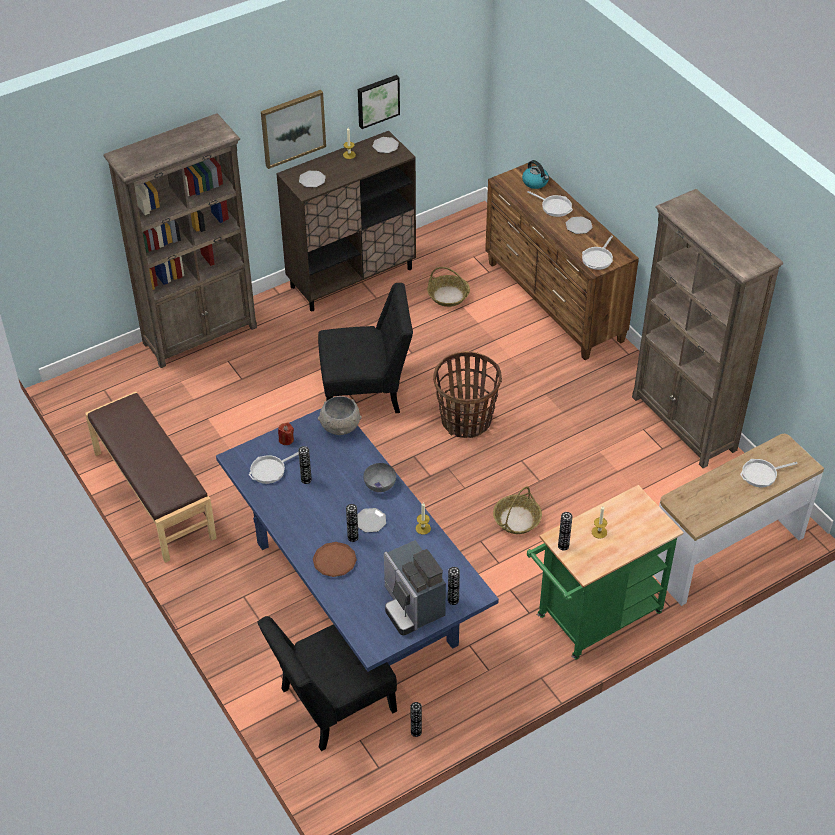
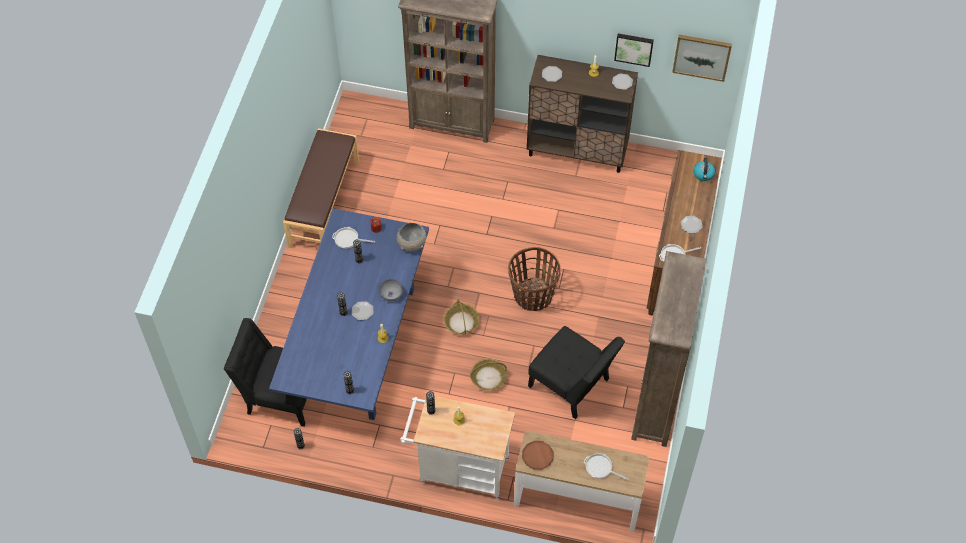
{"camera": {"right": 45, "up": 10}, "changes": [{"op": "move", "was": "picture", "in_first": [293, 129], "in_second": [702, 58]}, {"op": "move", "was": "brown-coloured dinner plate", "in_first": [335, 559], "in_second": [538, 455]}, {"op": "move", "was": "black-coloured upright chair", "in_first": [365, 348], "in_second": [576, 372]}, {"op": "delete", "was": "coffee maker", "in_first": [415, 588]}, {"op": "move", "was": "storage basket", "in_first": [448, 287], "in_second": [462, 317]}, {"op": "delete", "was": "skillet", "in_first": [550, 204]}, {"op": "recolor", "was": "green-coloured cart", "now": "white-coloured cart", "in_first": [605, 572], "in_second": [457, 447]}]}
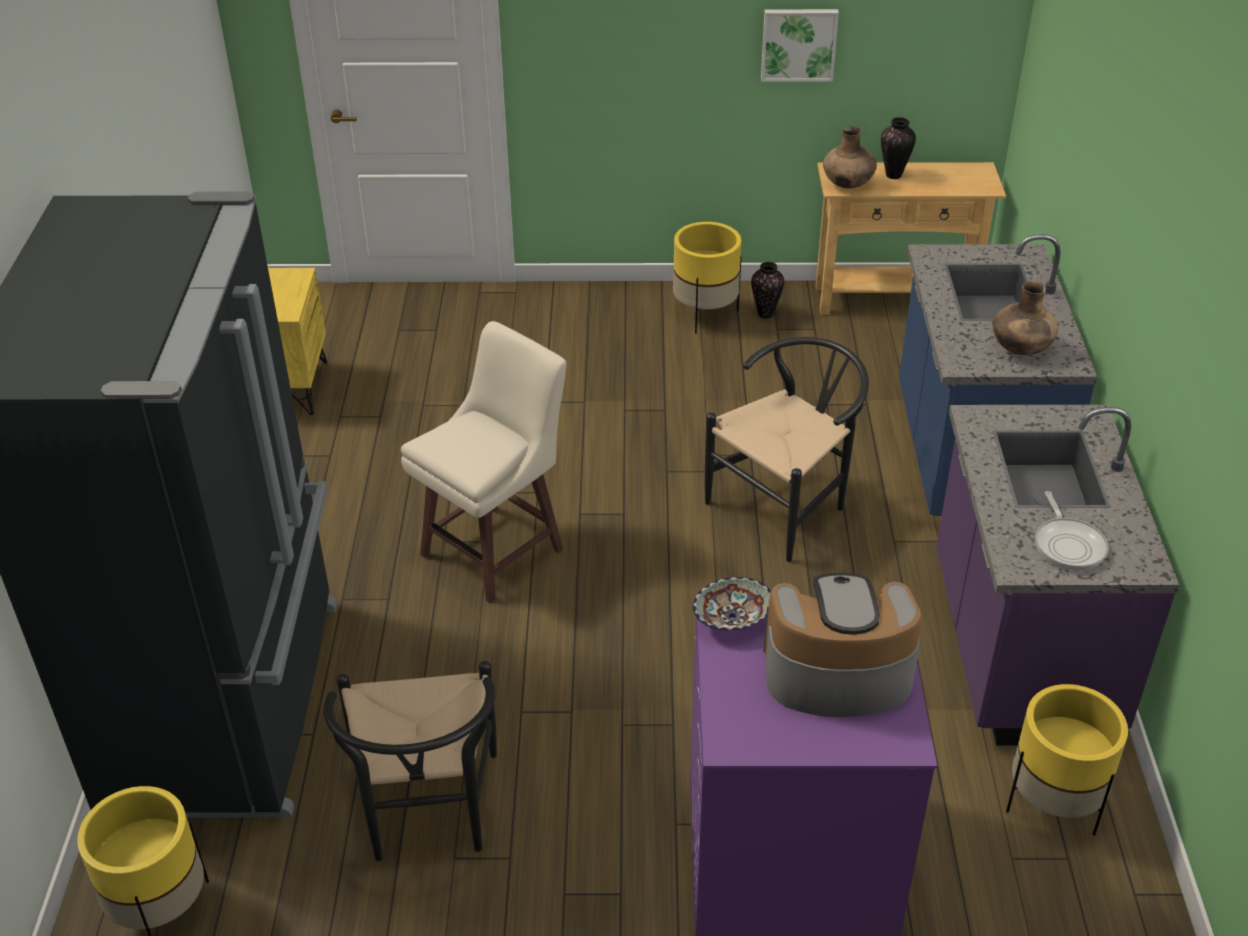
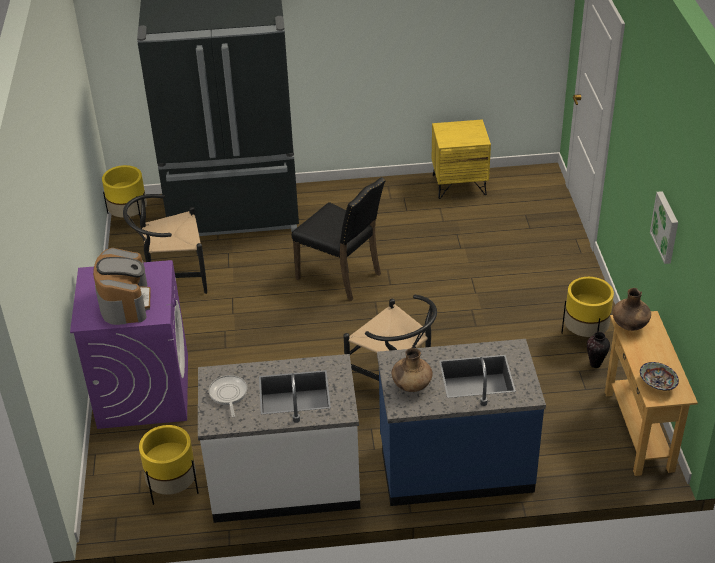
{"camera": {"right": 85, "up": 0}, "changes": [{"op": "replace", "was": "beige-coloured stool seat", "now": "black-coloured upright chair", "in_first": [484, 462], "in_second": [339, 239]}, {"op": "move", "was": "deep dish", "in_first": [732, 604], "in_second": [659, 376]}, {"op": "delete", "was": "decorative vase", "in_first": [898, 148]}, {"op": "recolor", "was": "purple-coloured kitchen base unit", "now": "white-coloured kitchen base unit", "in_first": [1057, 575], "in_second": [279, 438]}, {"op": "rotate", "was": "skillet", "in_first": [1072, 531], "in_second": [228, 396], "clockwise": 90}]}
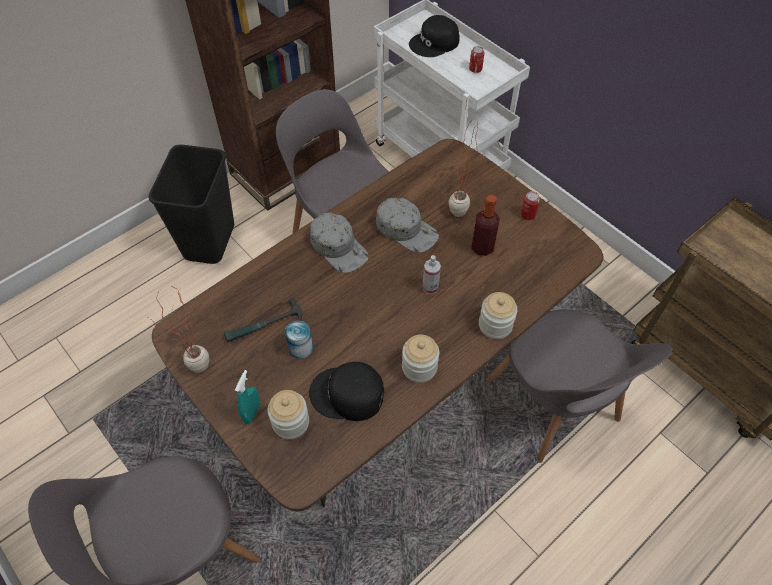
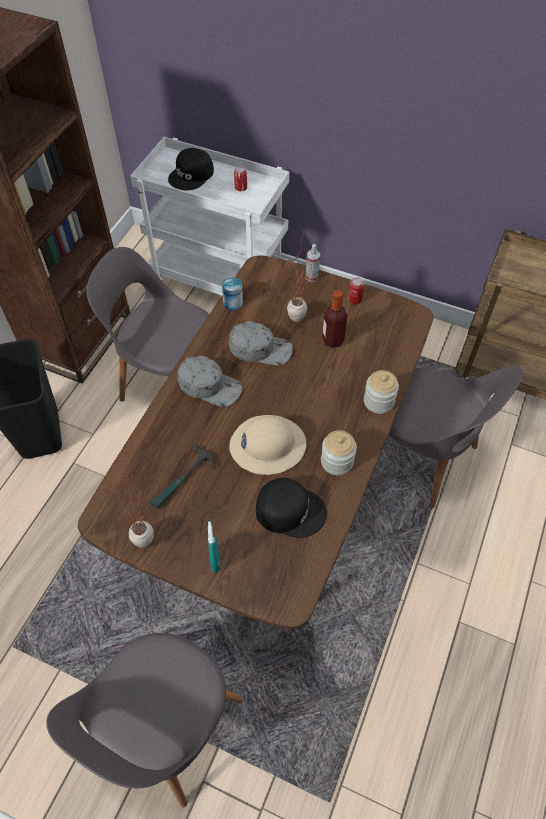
{"camera": {"right": -25, "up": 0}, "changes": [{"op": "delete", "was": "storage jar", "in_first": [288, 415]}, {"op": "move", "was": "metal can", "in_first": [299, 340], "in_second": [232, 293]}, {"op": "rotate", "was": "black-coloured peaked cap", "in_first": [346, 391], "in_second": [291, 508], "clockwise": -150}, {"op": "move", "was": "hand sprayer", "in_first": [431, 274], "in_second": [313, 263]}, {"op": "insert", "now": "beige-coloured hard hat", "in_second": [268, 445]}]}
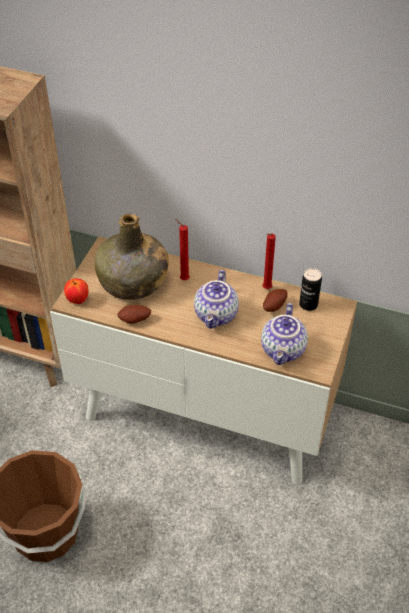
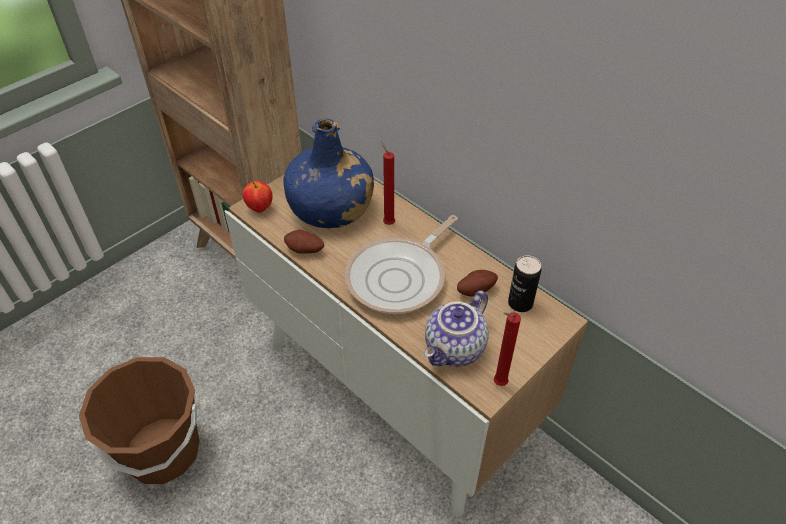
{"camera": {"right": 25, "up": 0}, "changes": [{"op": "recolor", "was": "green-coloured bottle", "now": "blue-coloured bottle", "in_first": [132, 256], "in_second": [328, 173]}, {"op": "replace", "was": "pot for tea", "now": "skillet", "in_first": [216, 299], "in_second": [401, 264]}, {"op": "move", "was": "red wax candle", "in_first": [269, 261], "in_second": [507, 349]}]}
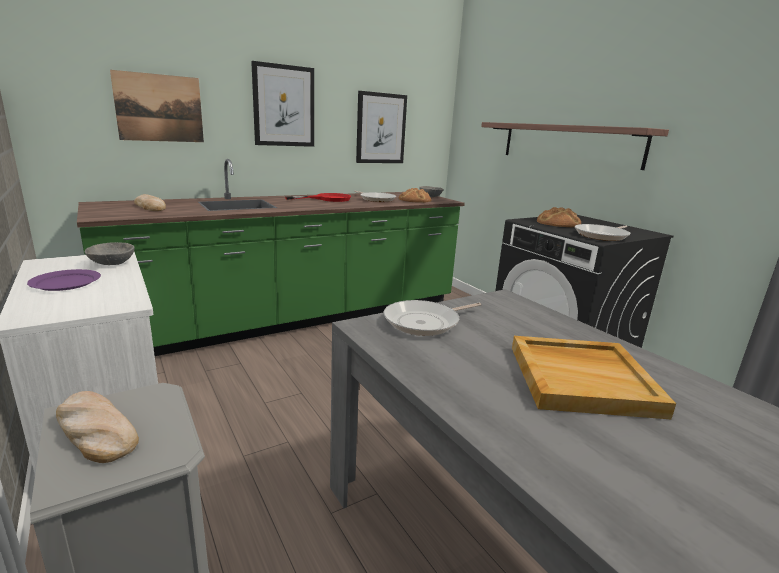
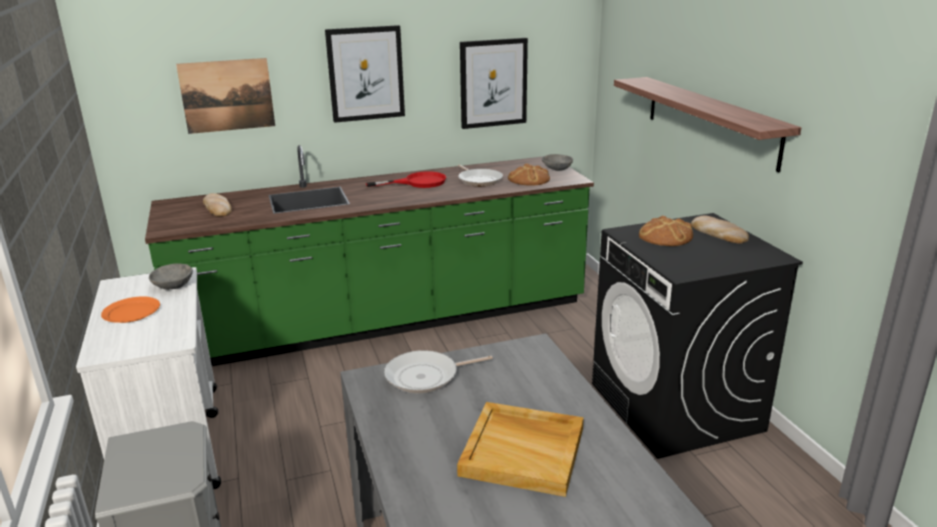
{"camera": {"right": 15, "up": 5}, "changes": [{"op": "recolor", "was": "purple-coloured dinner plate", "now": "orange-coloured dinner plate", "in_first": [64, 280], "in_second": [130, 310]}, {"op": "move", "was": "baked bread", "in_first": [97, 427], "in_second": [720, 229]}, {"op": "delete", "was": "skillet", "in_first": [603, 232]}]}
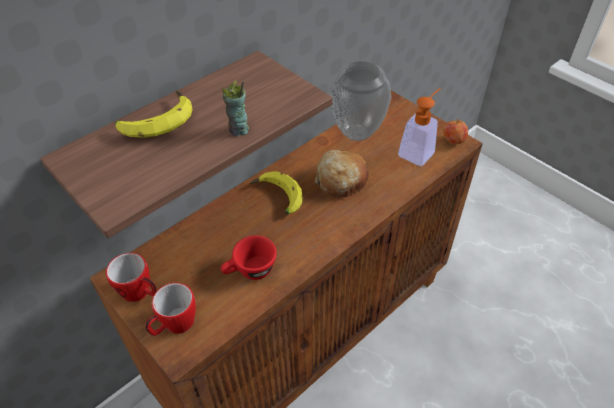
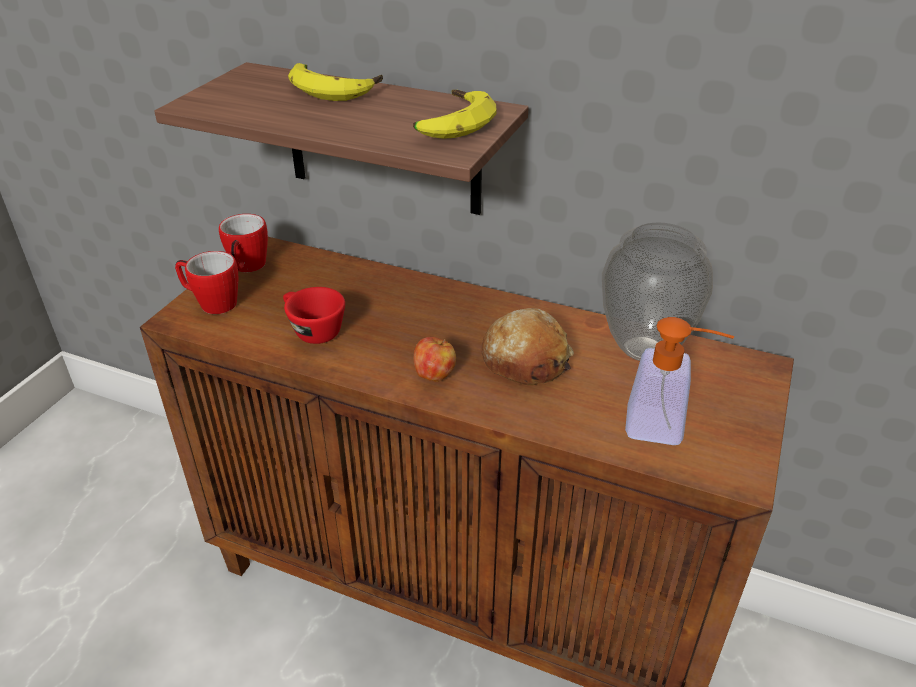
{"camera": {"right": 65, "up": -10}, "changes": [{"op": "delete", "was": "small cup", "in_first": [235, 108]}, {"op": "move", "was": "banana fruit", "in_first": [276, 193], "in_second": [455, 114]}, {"op": "move", "was": "whole apple", "in_first": [455, 131], "in_second": [435, 359]}]}
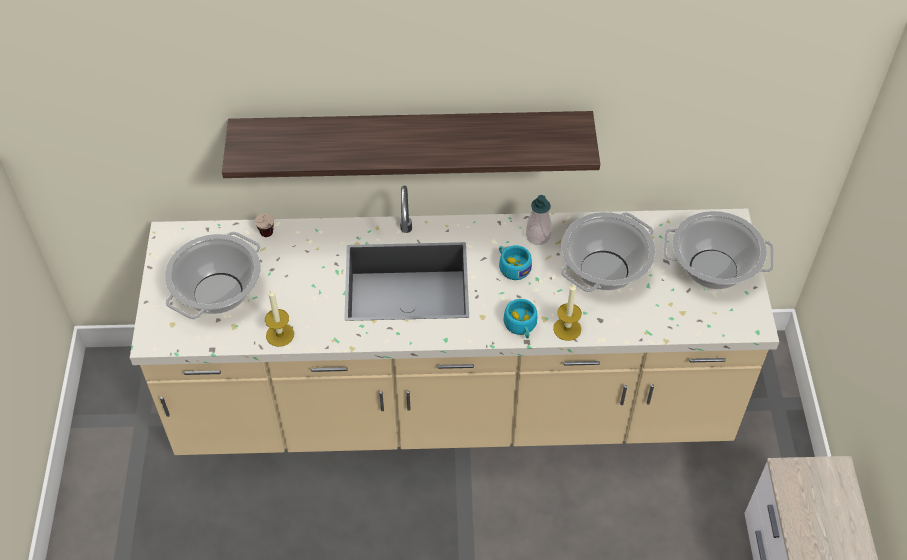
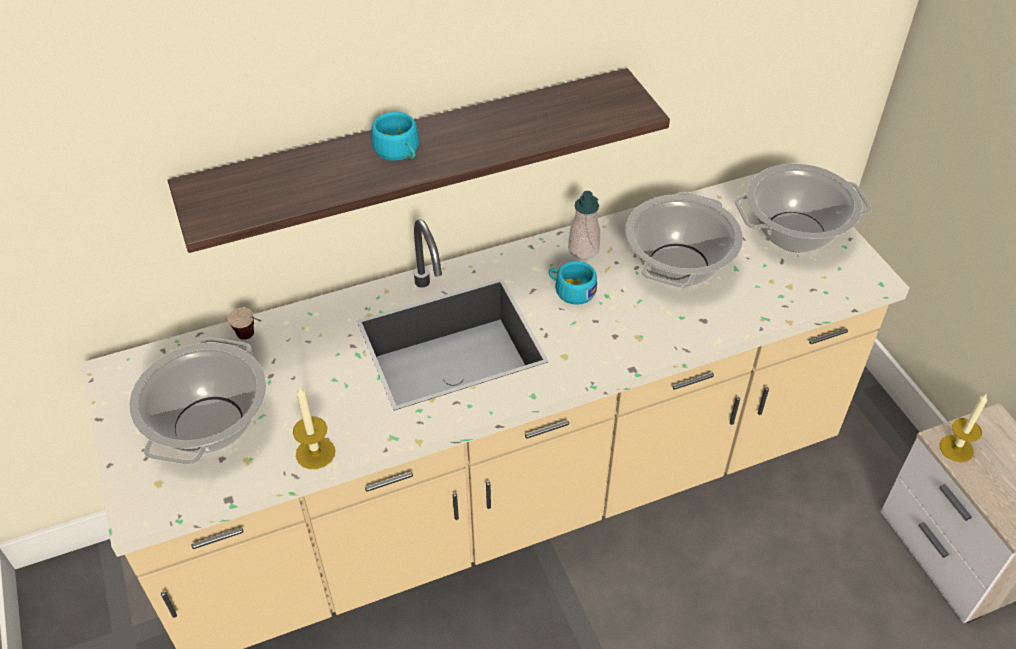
{"camera": {"right": -20, "up": -5}, "changes": [{"op": "move", "was": "blue-green small cup", "in_first": [520, 318], "in_second": [395, 136]}, {"op": "move", "was": "wax candle", "in_first": [567, 312], "in_second": [963, 428]}]}
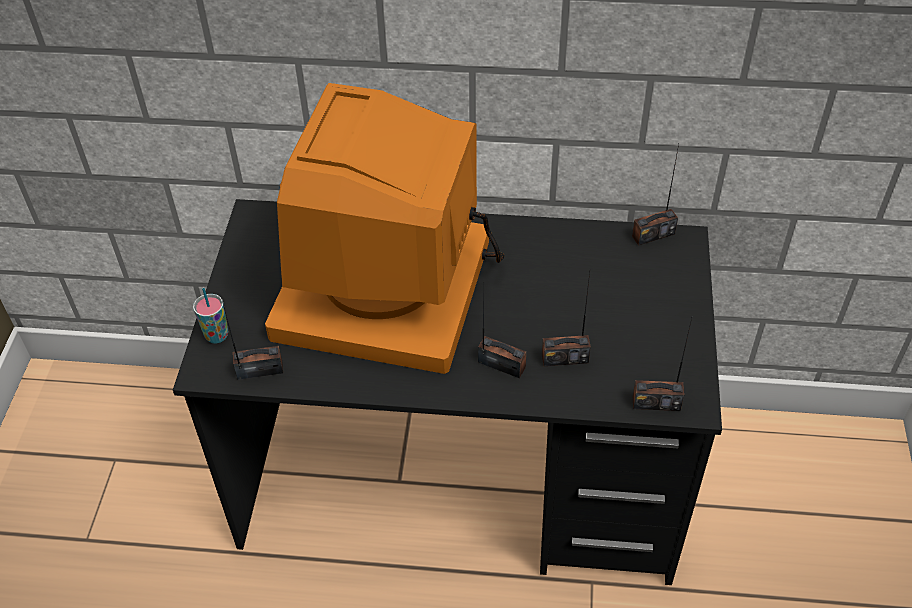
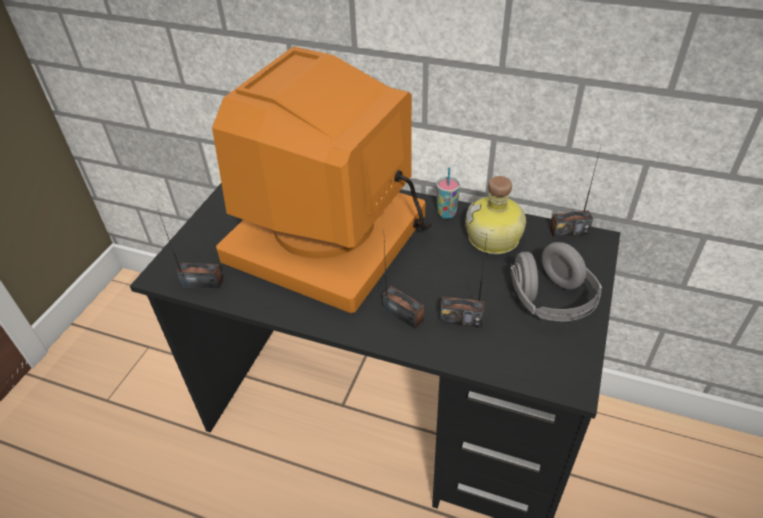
{"camera": {"right": 15, "up": -5}, "changes": [{"op": "move", "was": "small cup", "in_first": [210, 316], "in_second": [448, 193]}, {"op": "delete", "was": "radio", "in_first": [662, 364]}, {"op": "insert", "now": "bottle", "in_second": [495, 215]}, {"op": "insert", "now": "grey pair of headphones", "in_second": [556, 282]}]}
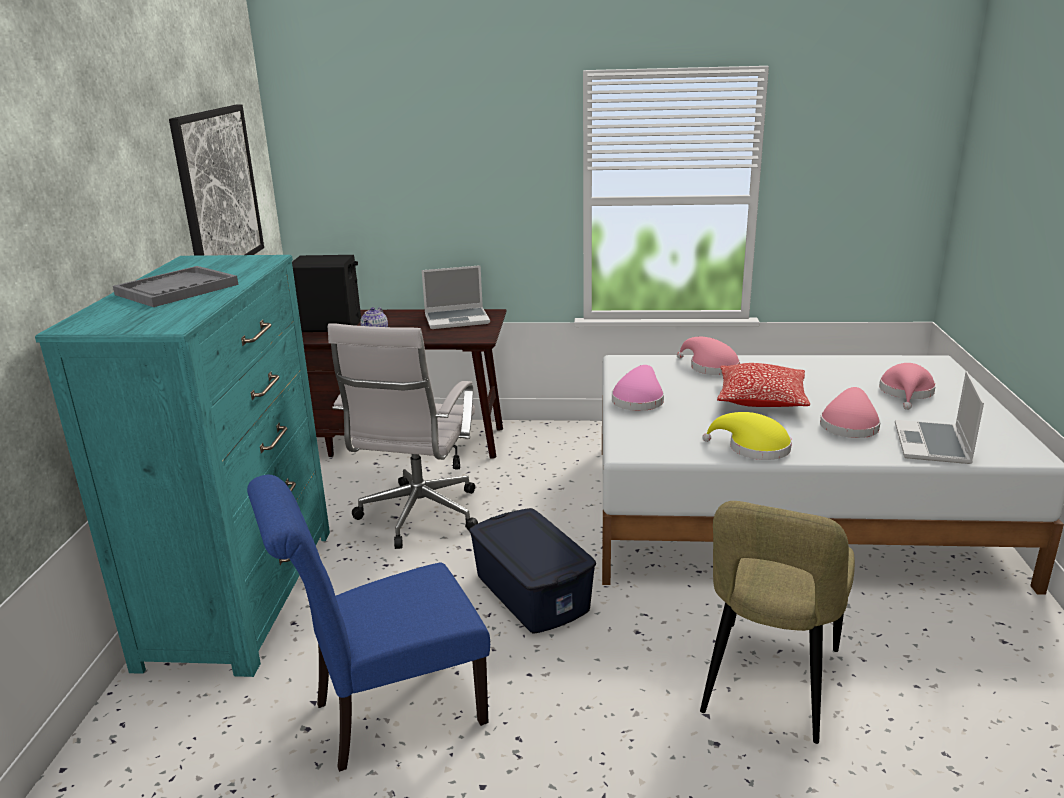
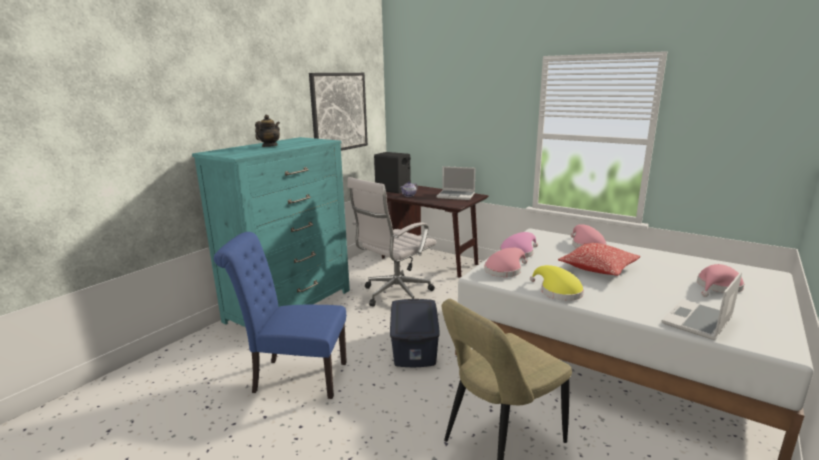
{"camera": {"right": 30, "up": -5}, "changes": [{"op": "replace", "was": "grey serving tray", "now": "pot for tea", "in_first": [175, 286], "in_second": [267, 131]}, {"op": "move", "was": "pink hat", "in_first": [850, 412], "in_second": [505, 262]}]}
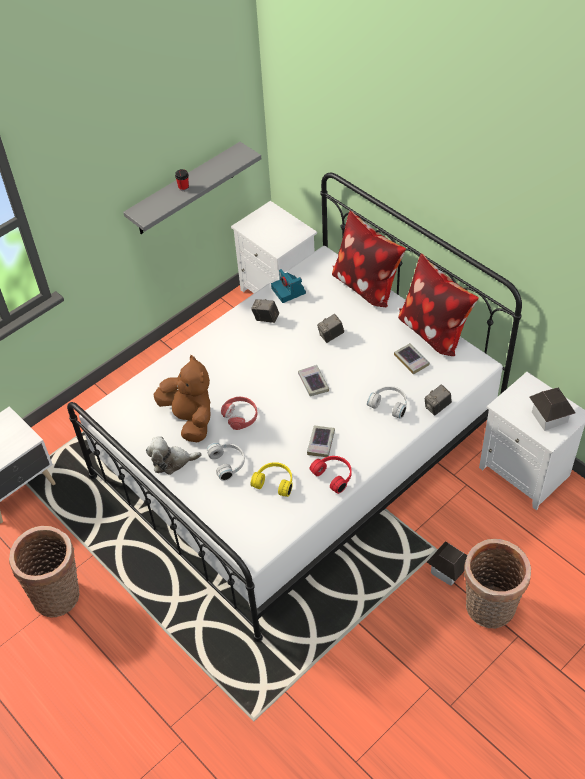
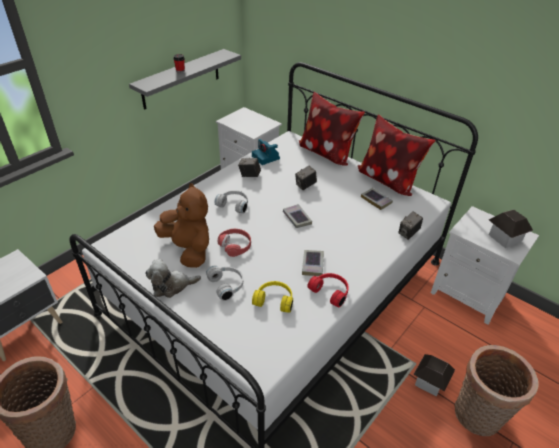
{"camera": {"right": -10, "up": -10}, "changes": [{"op": "move", "was": "white-coloured pair of headphones", "in_first": [387, 402], "in_second": [231, 201]}]}
